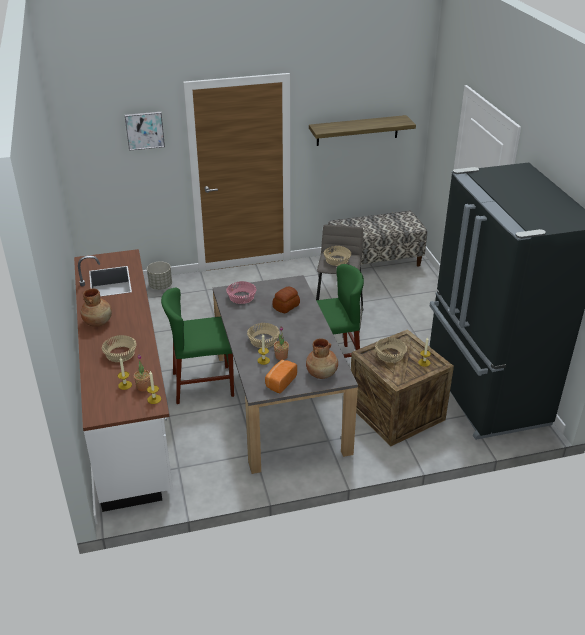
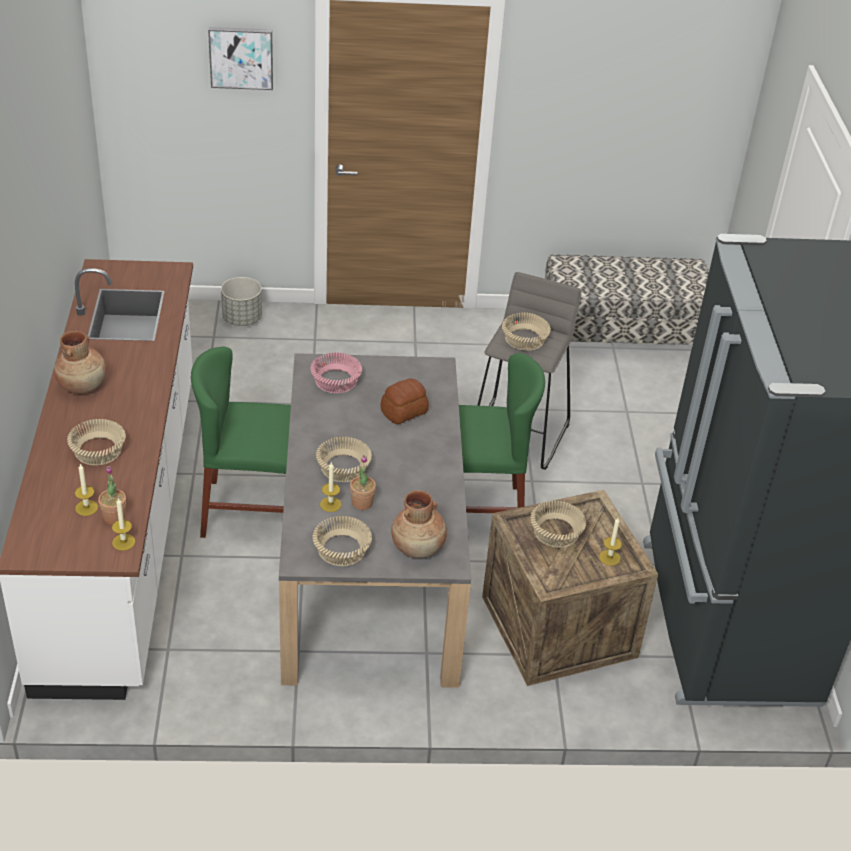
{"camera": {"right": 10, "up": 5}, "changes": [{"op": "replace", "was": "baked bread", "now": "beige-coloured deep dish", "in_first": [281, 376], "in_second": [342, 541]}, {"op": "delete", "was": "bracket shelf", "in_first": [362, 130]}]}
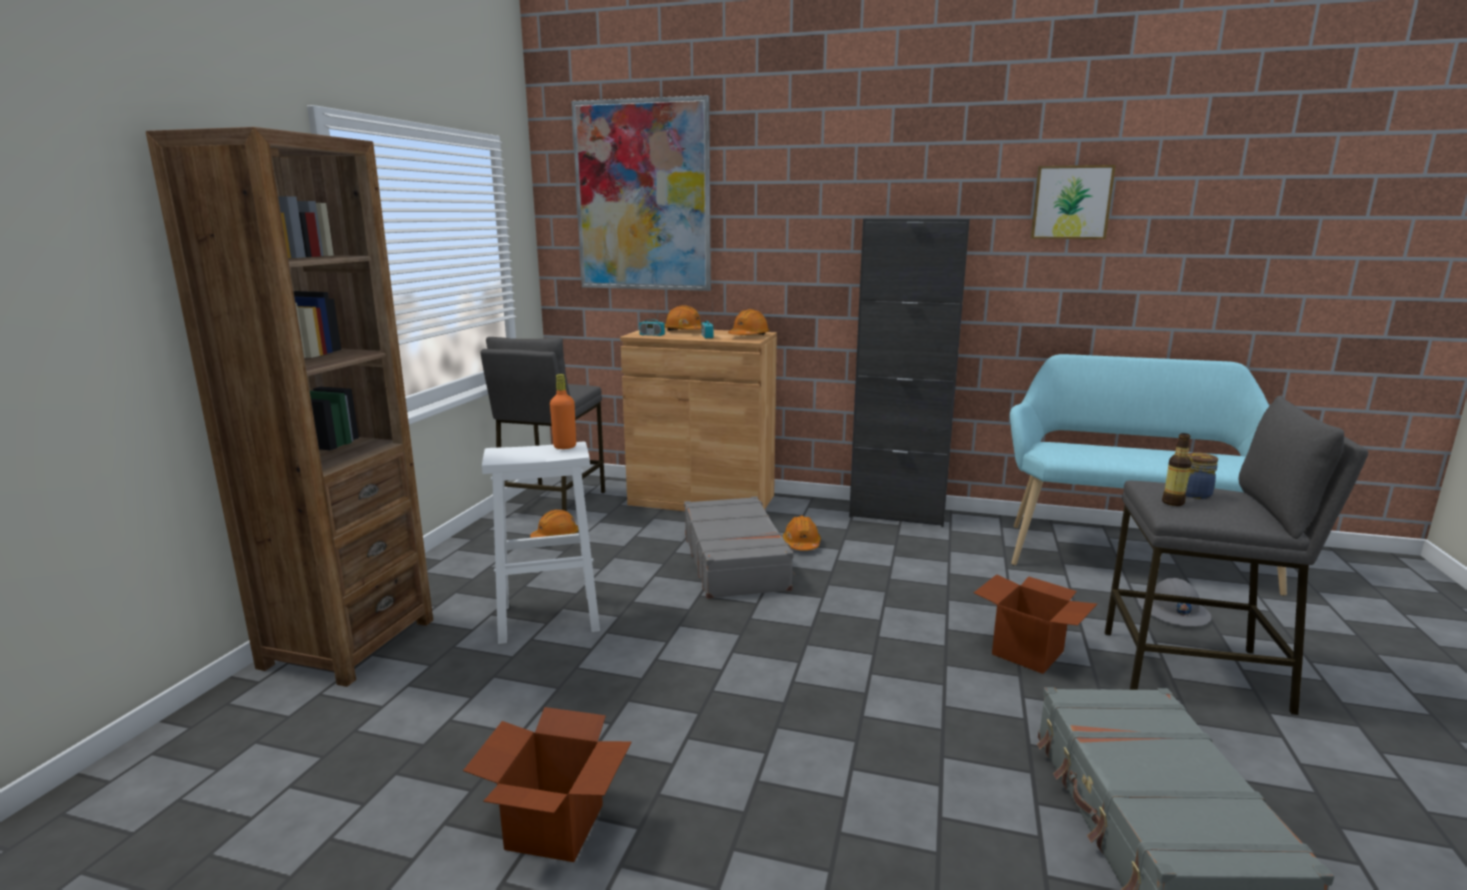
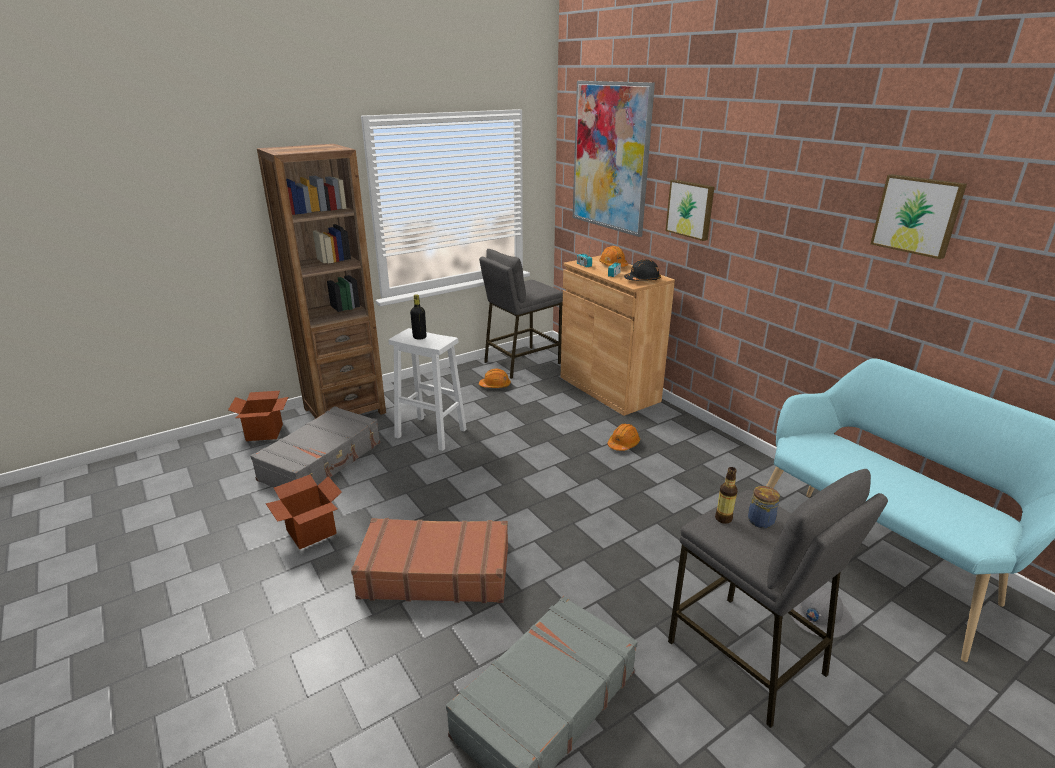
{"camera": {"right": 40, "up": 10}, "changes": [{"op": "delete", "was": "orange-coloured bottle", "in_first": [563, 411]}, {"op": "move", "was": "grey suitcase", "in_first": [739, 547], "in_second": [315, 446]}, {"op": "recolor", "was": "orange-coloured hard hat", "now": "black-coloured hard hat", "in_first": [749, 322], "in_second": [642, 270]}, {"op": "delete", "was": "black-coloured cabinet", "in_first": [909, 372]}, {"op": "move", "was": "carton", "in_first": [1035, 624], "in_second": [258, 416]}, {"op": "insert", "now": "brown-coloured suitcase", "in_second": [429, 560]}, {"op": "insert", "now": "black-coloured bottle", "in_second": [418, 317]}, {"op": "insert", "now": "picture", "in_second": [690, 210]}]}
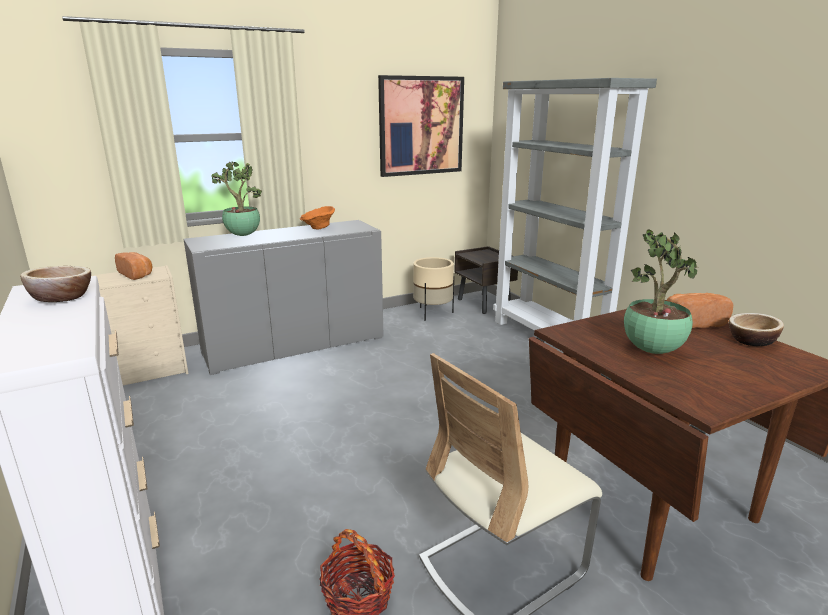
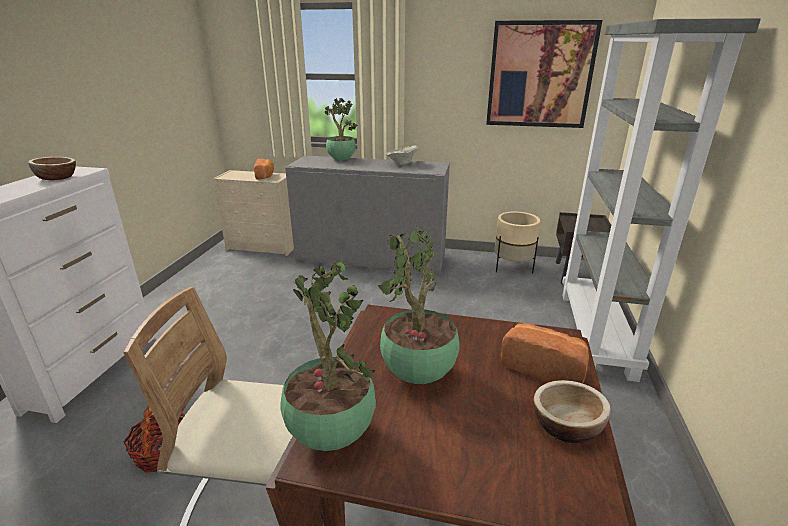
{"camera": {"right": 40, "up": 5}, "changes": [{"op": "recolor", "was": "orange-coloured deep dish", "now": "beige-coloured deep dish", "in_first": [317, 218], "in_second": [402, 155]}, {"op": "insert", "now": "potted plant", "in_second": [328, 356]}]}
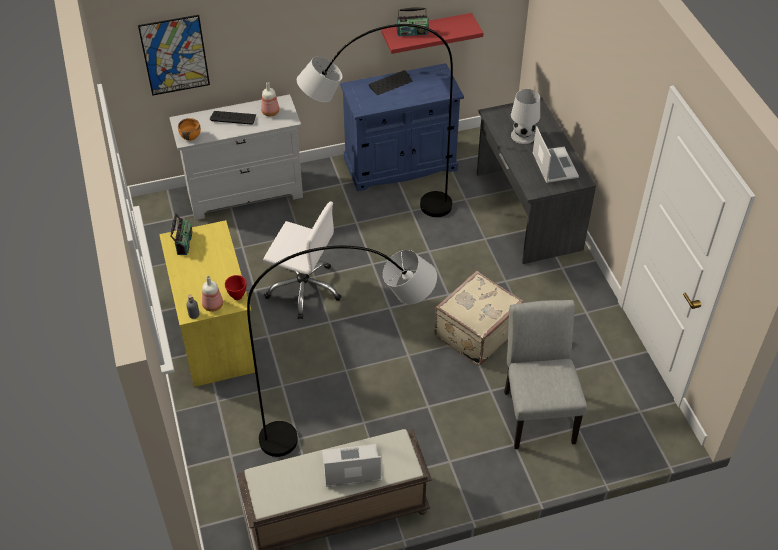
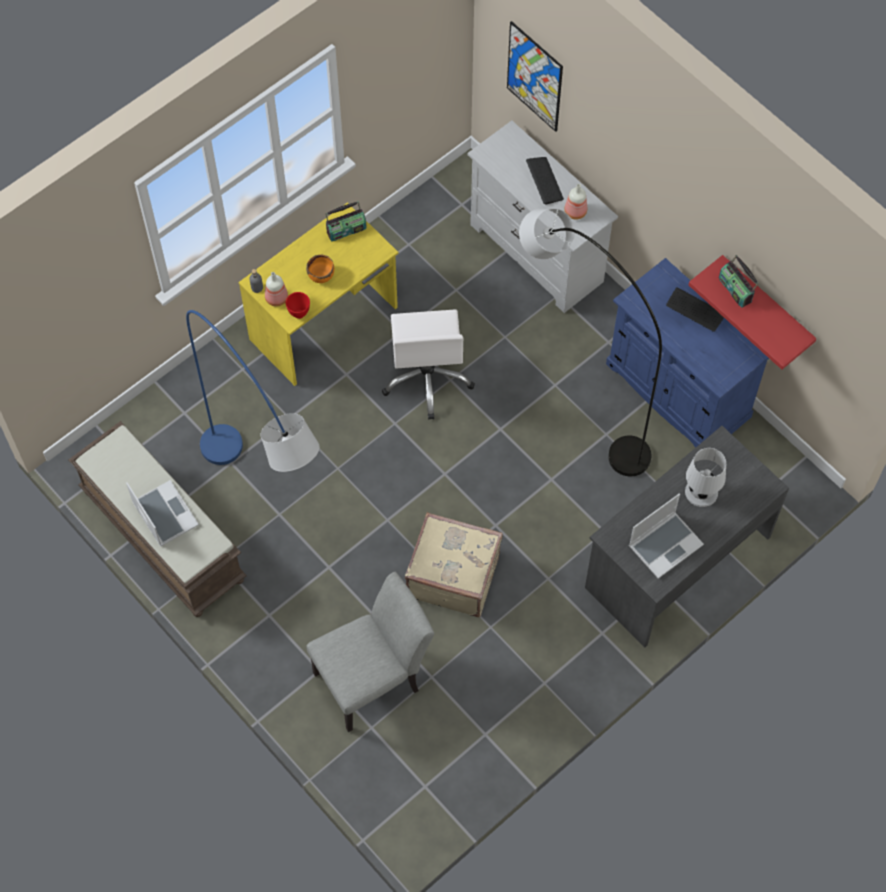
{"camera": {"right": 65, "up": 15}, "changes": [{"op": "move", "was": "orange-coloured deep dish", "in_first": [189, 129], "in_second": [320, 269]}, {"op": "recolor", "was": "grey standing lamp", "now": "blue-coloured standing lamp", "in_first": [342, 351], "in_second": [252, 391]}]}
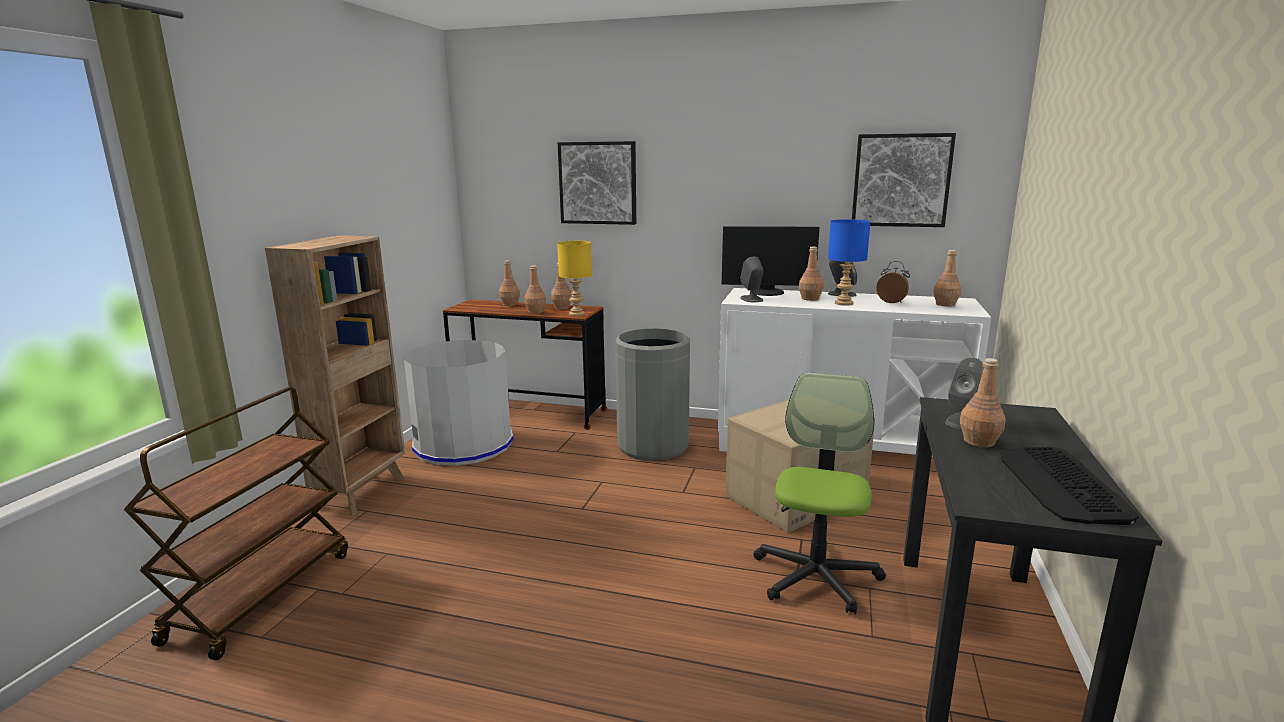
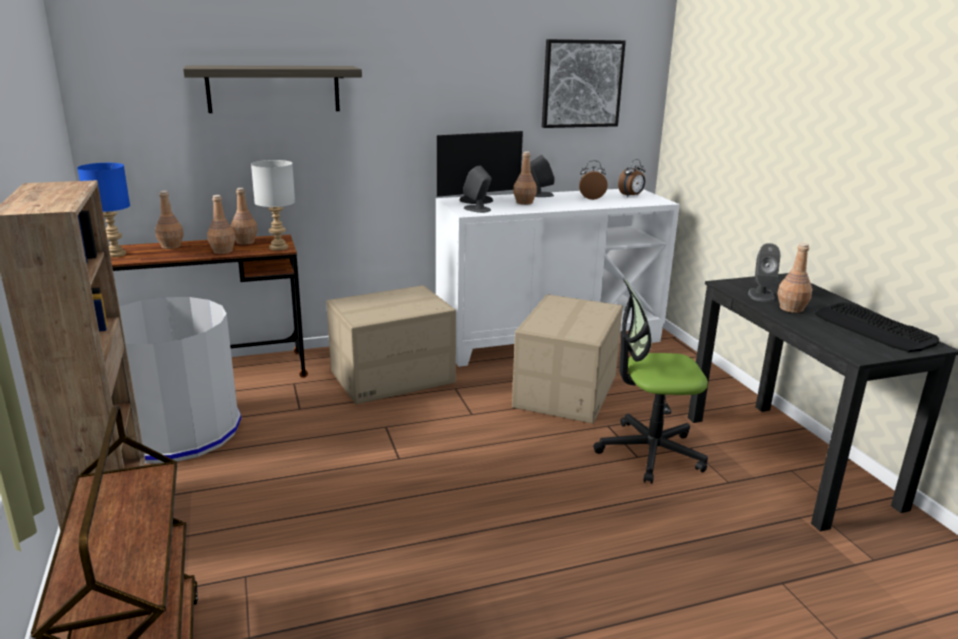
{"camera": {"right": -35, "up": 5}, "changes": [{"op": "recolor", "was": "yellowish table lamp", "now": "grey table lamp", "in_first": [574, 278], "in_second": [273, 205]}, {"op": "replace", "was": "picture", "now": "bracket shelf", "in_first": [597, 183], "in_second": [272, 89]}, {"op": "replace", "was": "grey rubbish bin", "now": "carton", "in_first": [652, 395], "in_second": [391, 344]}, {"op": "rotate", "was": "desk chair", "in_first": [820, 493], "in_second": [650, 381], "clockwise": -75}, {"op": "move", "was": "blue-coloured table lamp", "in_first": [849, 262], "in_second": [103, 210]}, {"op": "replace", "was": "brown-coloured bottle", "now": "table clock", "in_first": [947, 278], "in_second": [631, 178]}]}
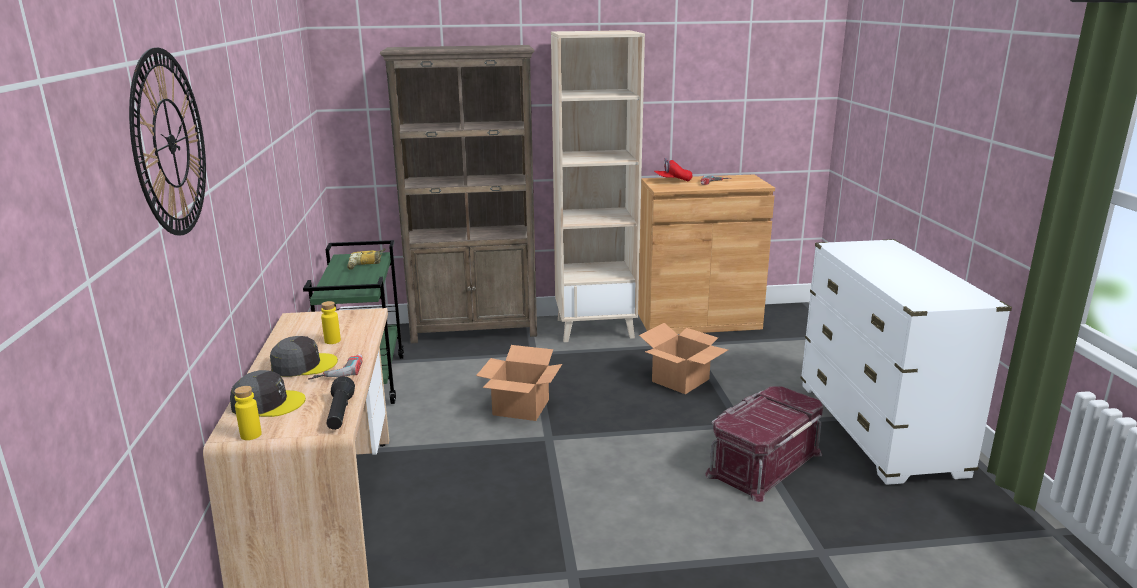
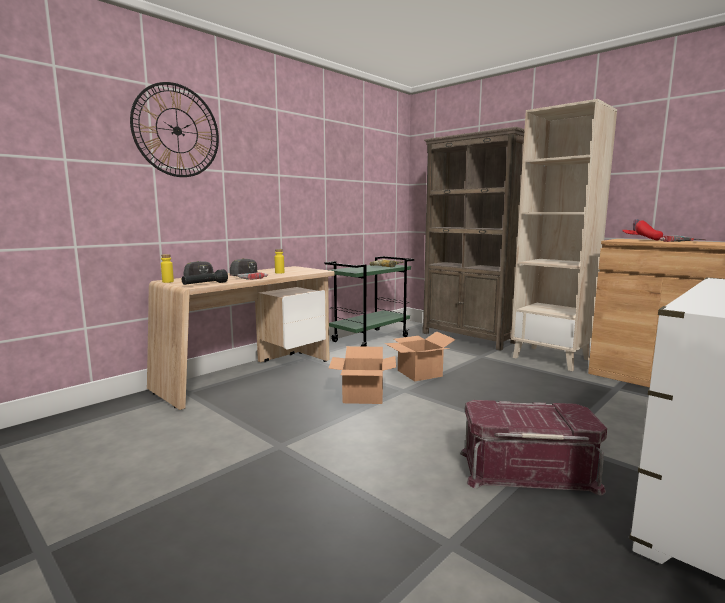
{"camera": {"right": 50, "up": -10}, "changes": [{"op": "move", "was": "carton", "in_first": [683, 358], "in_second": [362, 375]}]}
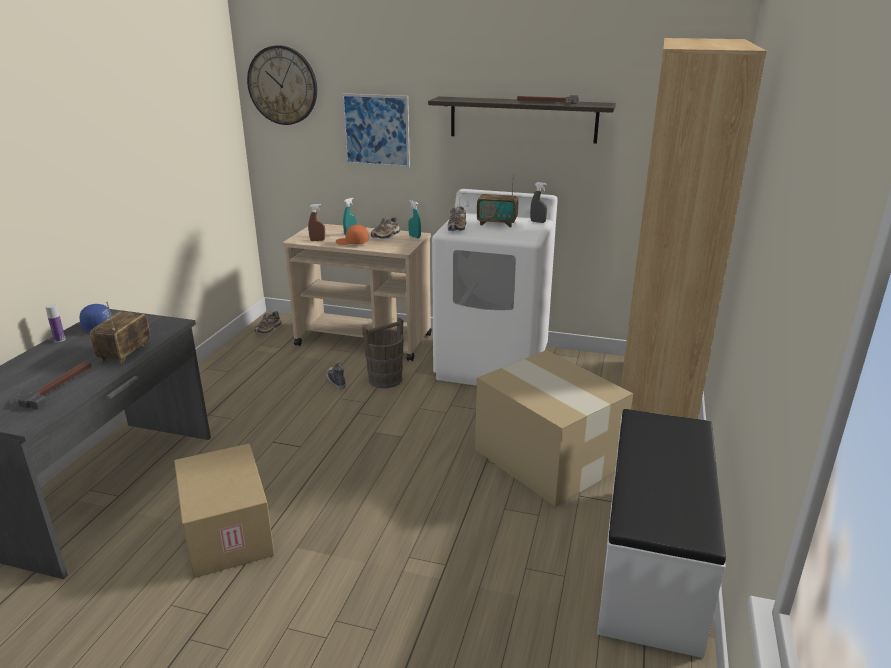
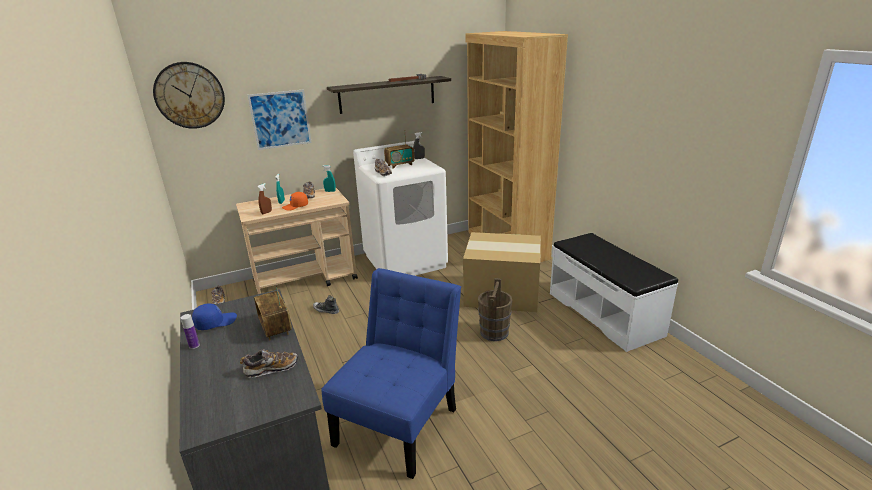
{"camera": {"right": -40, "up": 0}, "changes": [{"op": "replace", "was": "hammer", "now": "shoe", "in_first": [54, 385], "in_second": [269, 363]}, {"op": "replace", "was": "carton", "now": "blue-coloured upright chair", "in_first": [224, 511], "in_second": [391, 373]}, {"op": "move", "was": "brown-coloured bucket", "in_first": [383, 352], "in_second": [495, 309]}]}
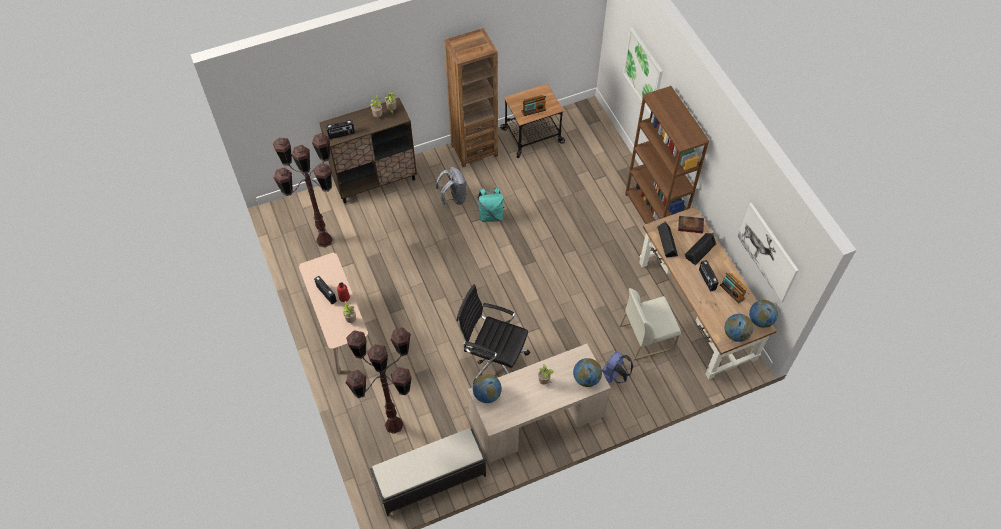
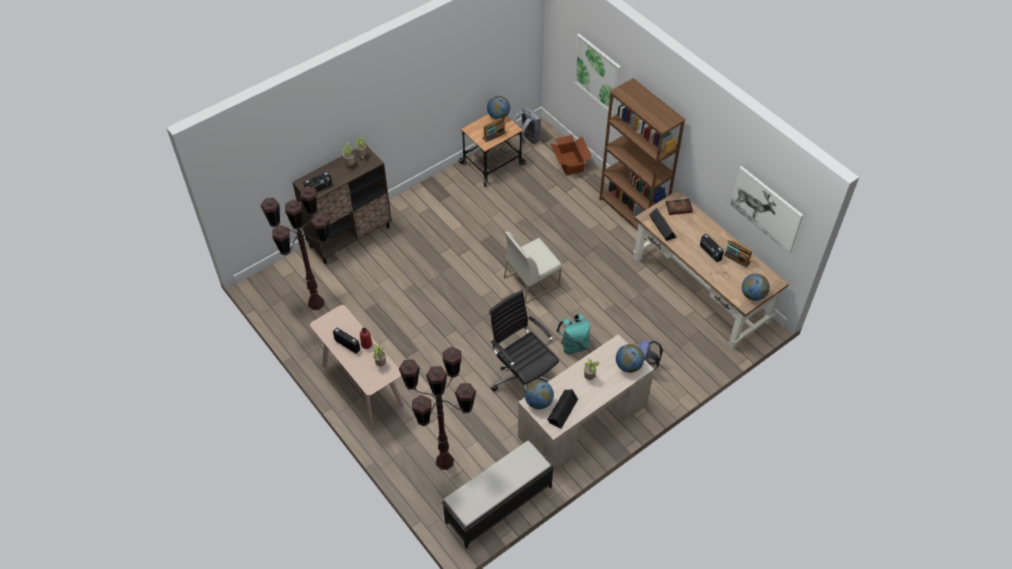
{"camera": {"right": -15, "up": -5}, "changes": [{"op": "move", "was": "grey knapsack", "in_first": [451, 186], "in_second": [527, 126]}, {"op": "delete", "was": "brown-coloured bookshelf", "in_first": [471, 97]}, {"op": "rotate", "was": "black-coloured desk chair", "in_first": [493, 334], "in_second": [524, 341], "clockwise": 45}, {"op": "move", "was": "blue-green knapsack", "in_first": [491, 204], "in_second": [573, 334]}, {"op": "move", "was": "white-coloured upright chair", "in_first": [650, 324], "in_second": [533, 267]}, {"op": "move", "was": "black-coloured audio speaker", "in_first": [700, 249], "in_second": [562, 409]}, {"op": "move", "was": "globe", "in_first": [763, 314], "in_second": [498, 107]}, {"op": "insert", "now": "carton", "in_second": [571, 155]}]}
